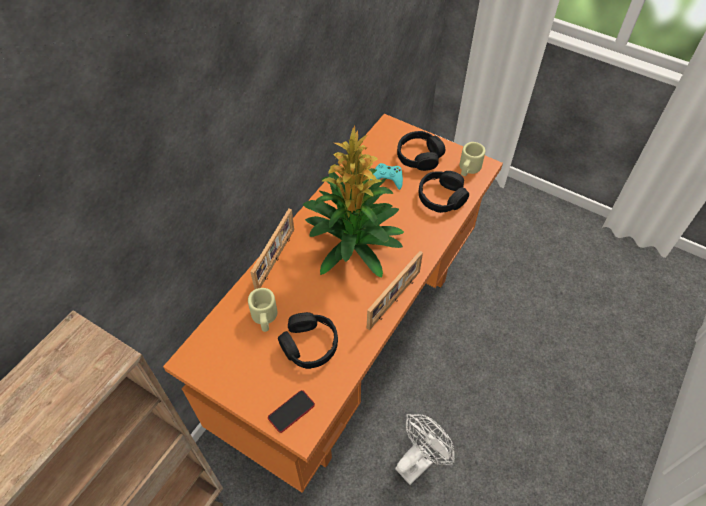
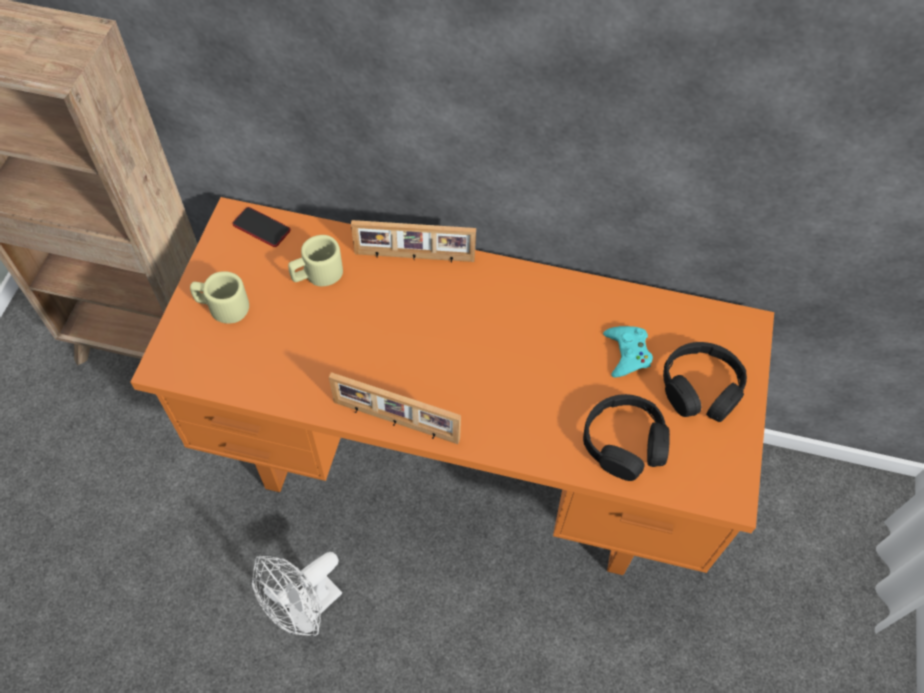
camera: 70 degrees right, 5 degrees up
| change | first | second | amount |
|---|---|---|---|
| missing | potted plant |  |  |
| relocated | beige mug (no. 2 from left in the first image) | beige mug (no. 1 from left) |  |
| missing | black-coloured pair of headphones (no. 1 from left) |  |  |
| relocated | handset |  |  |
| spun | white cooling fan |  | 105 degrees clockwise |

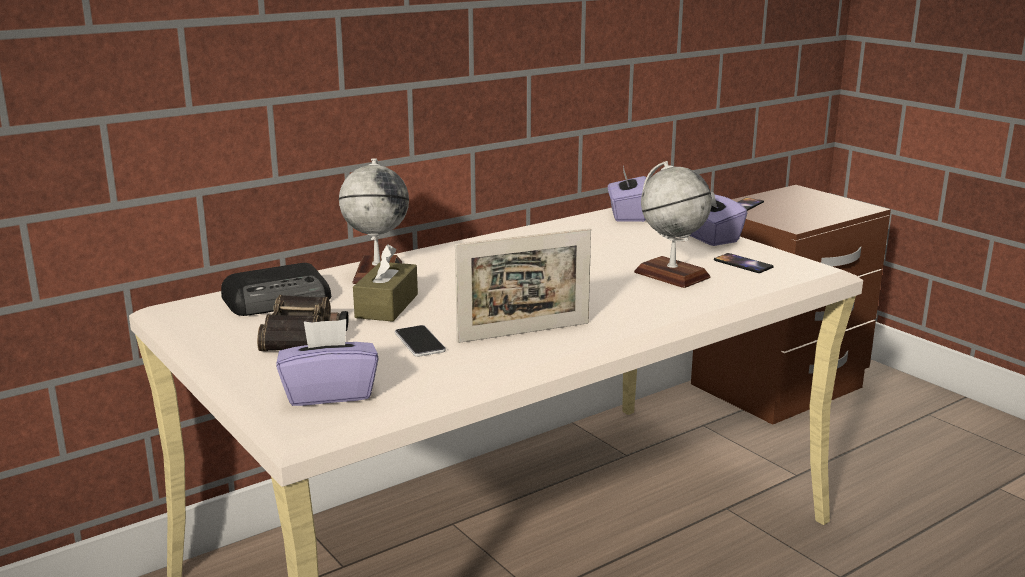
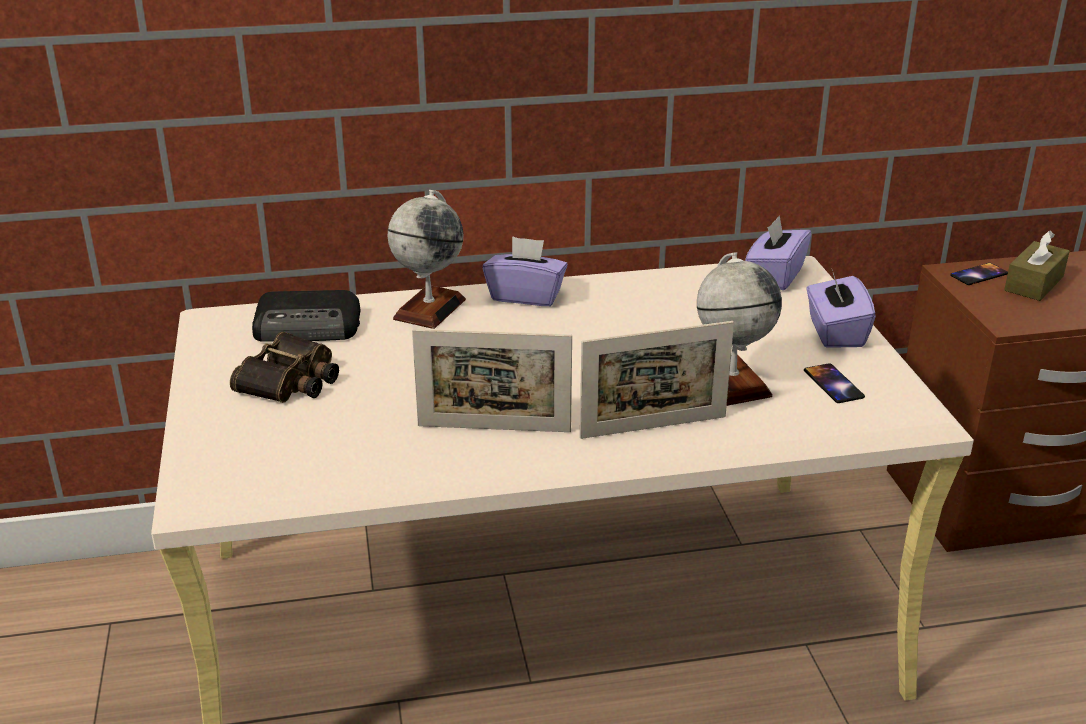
camera: 25 degrees right, 10 degrees up
| change | first | second | amount |
|---|---|---|---|
| relocated | brown tissue holder |  |  |
| relocated | purple-coloured tissue holder (no. 1 from left) |  |  |
| missing | handset (no. 1 from left) |  |  |
| appeared |  | photo frame (no. 2 from left) |  |

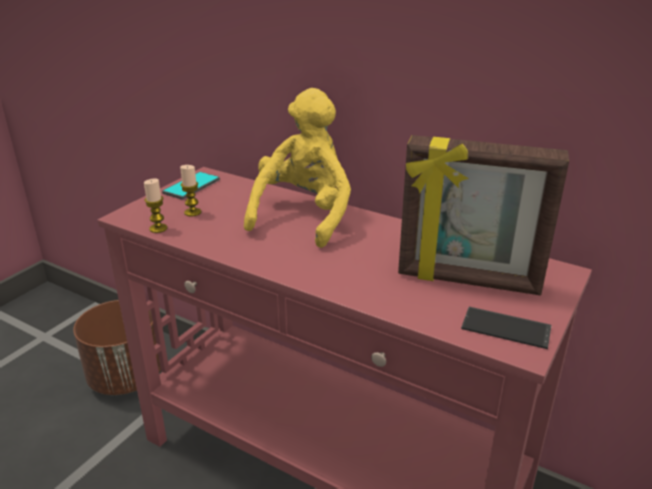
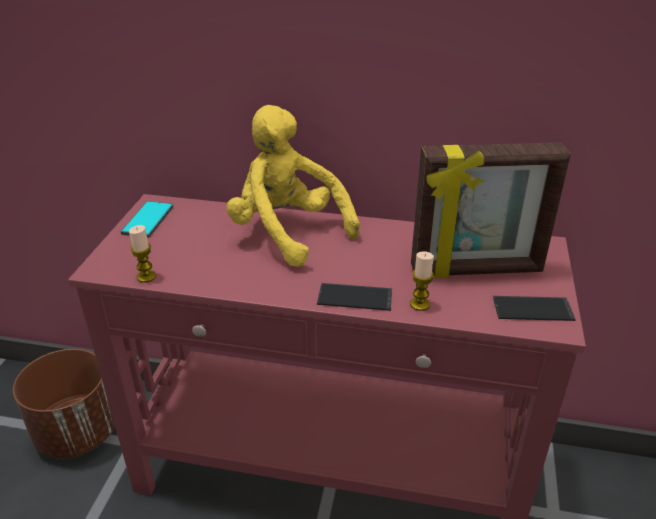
camera: 20 degrees left, 5 degrees up
| change | first | second | amount |
|---|---|---|---|
| spun | yellow-coloured soft toy |  | 45 degrees counterclockwise |
| relocated | wax light (no. 2 from left) |  |  |
| appeared |  | handset (no. 2 from left) |  |

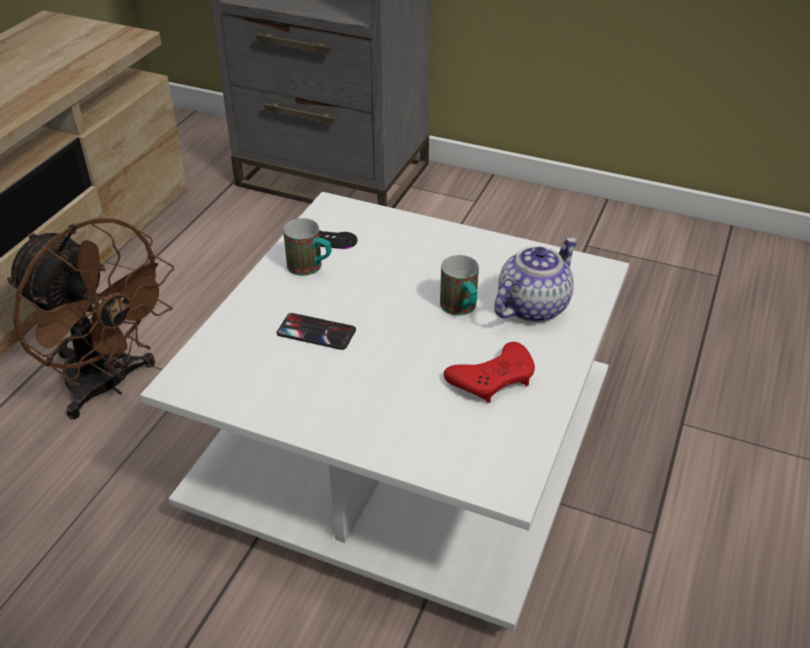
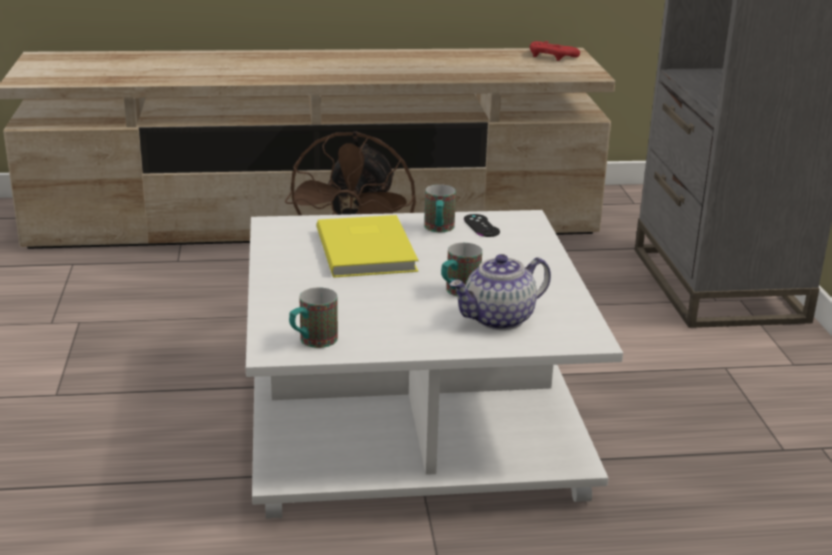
camera: 60 degrees right, 15 degrees down
| change | first | second | amount |
|---|---|---|---|
| spun | teapot |  | 135 degrees clockwise |
| exchanged | handset | yellow-coloured book |  |
| relocated | red gamepad |  |  |
| appeared |  | mug (no. 1 from left) |  |

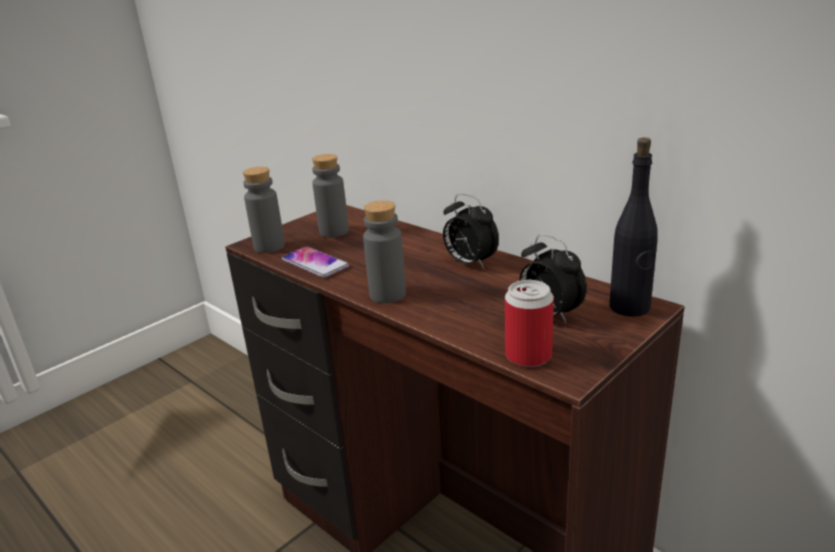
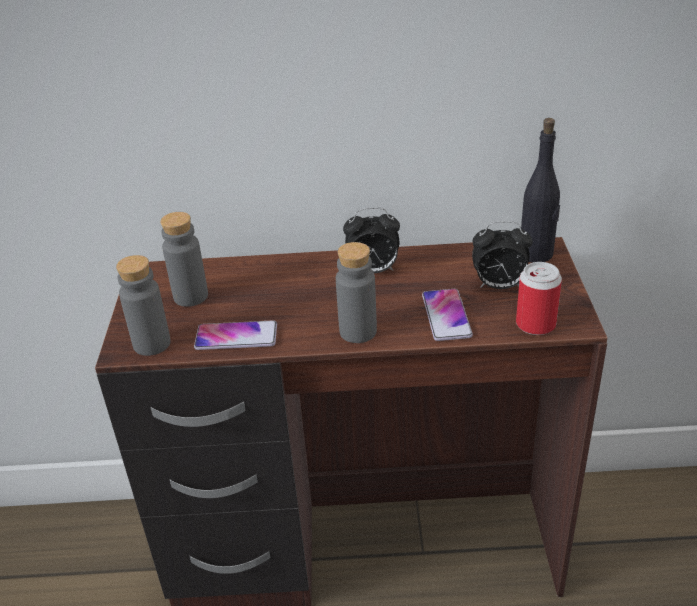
camera: 45 degrees left, 10 degrees up
| change | first | second | amount |
|---|---|---|---|
| appeared |  | handset (no. 2 from left) |  |

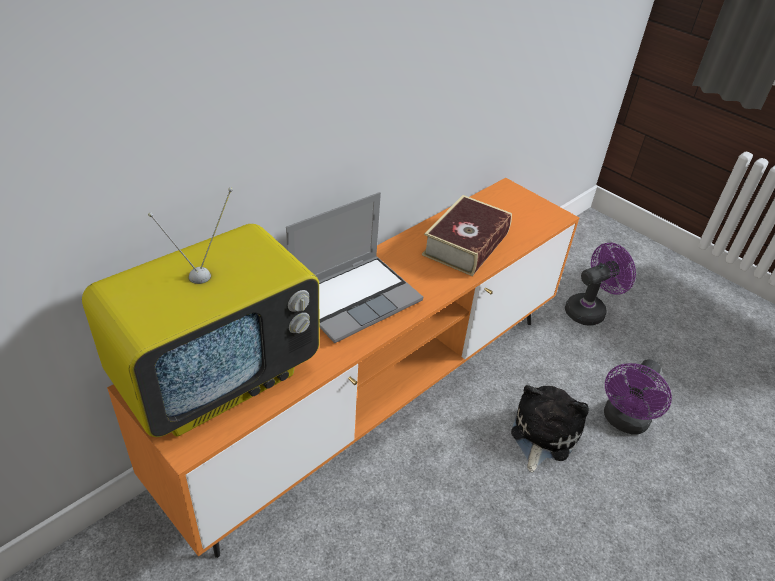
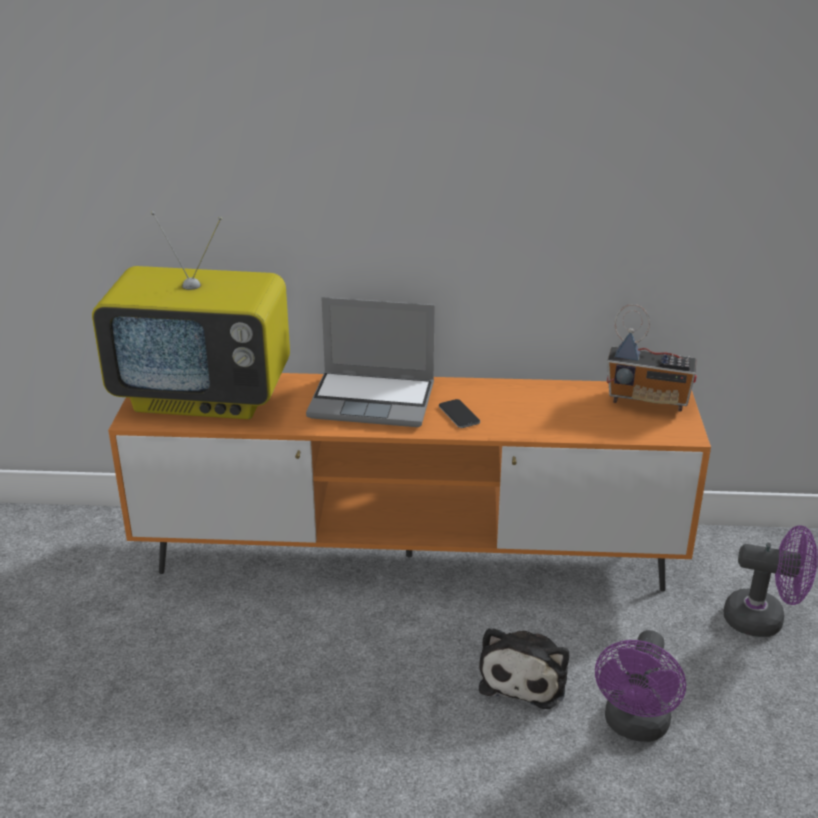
camera: 50 degrees right, 10 degrees down
| change | first | second | amount |
|---|---|---|---|
| missing | book |  |  |
| spun | purple-coloured cooling fan (no. 2 from left in the first image) | purple-coloured cooling fan (no. 1 from left) | 60 degrees counterclockwise |
| spun | soft toy |  | 120 degrees clockwise |
| appeared |  | radio |  |
| appeared |  | handset |  |

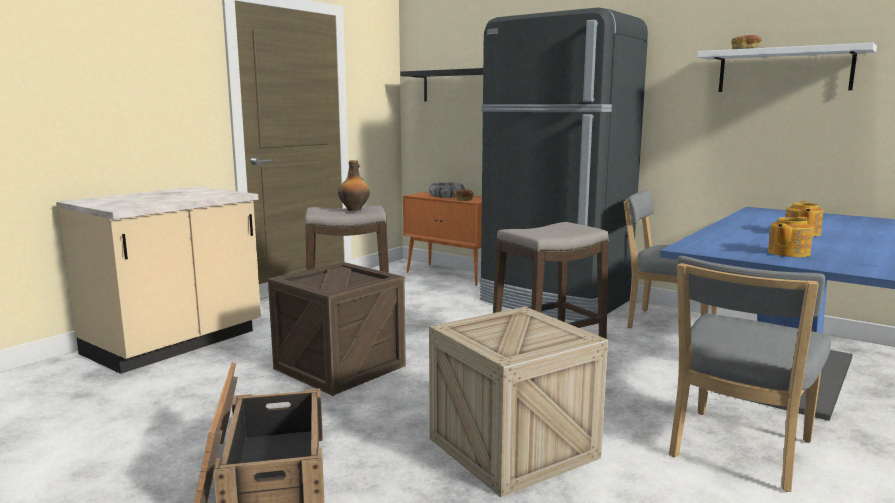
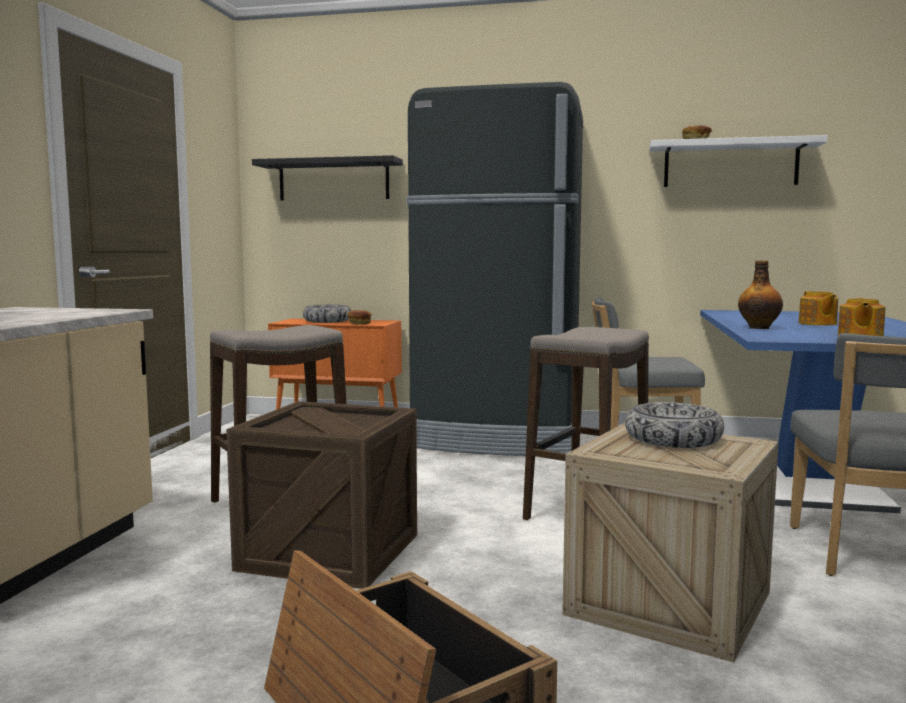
camera: 25 degrees left, 5 degrees down
| change | first | second | amount |
|---|---|---|---|
| relocated | drink bottle |  |  |
| appeared |  | bowl (no. 2 from left) |  |

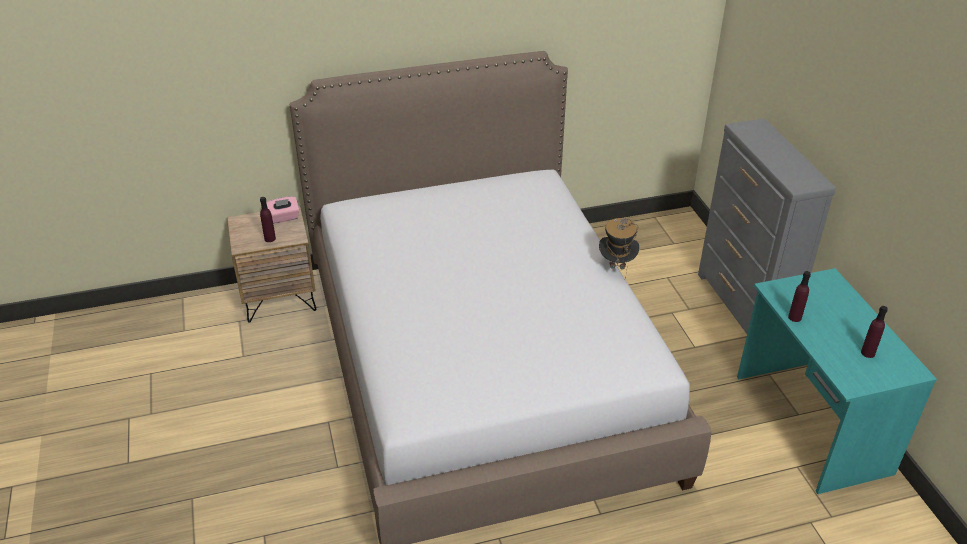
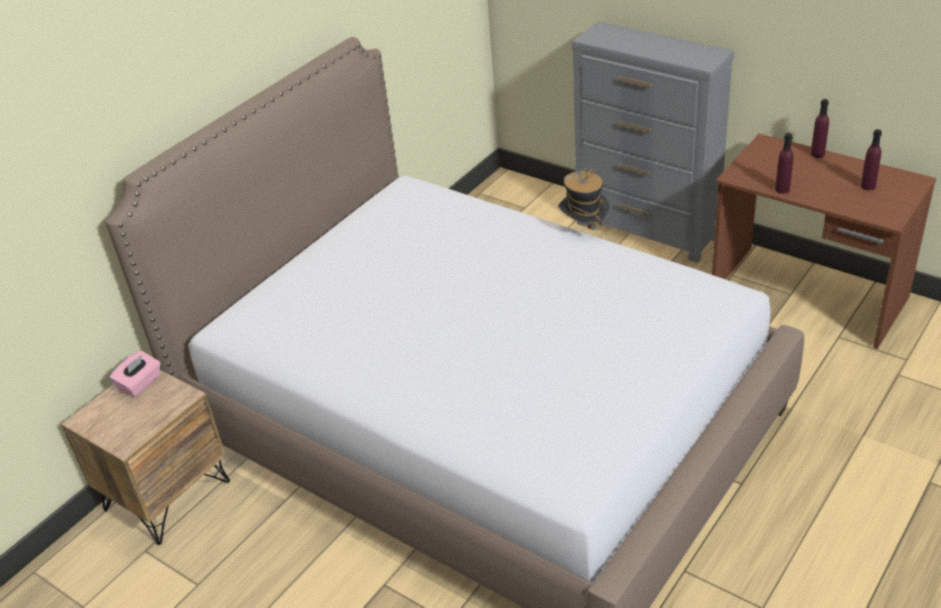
camera: 35 degrees left, 0 degrees up
| change | first | second | amount |
|---|---|---|---|
| relocated | purple-coloured drink bottle (no. 1 from left in the first image) | purple-coloured drink bottle (no. 2 from left) |  |
| colour | turquoise desk unit | brown desk unit |  |

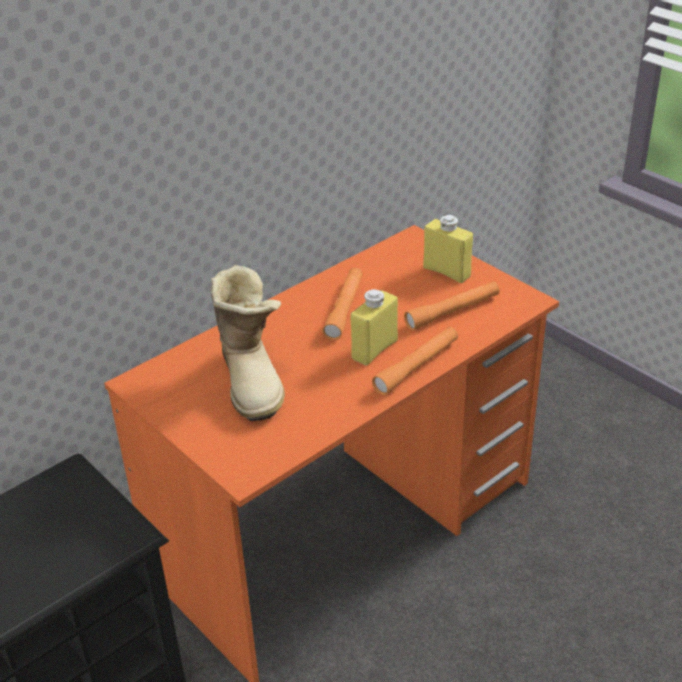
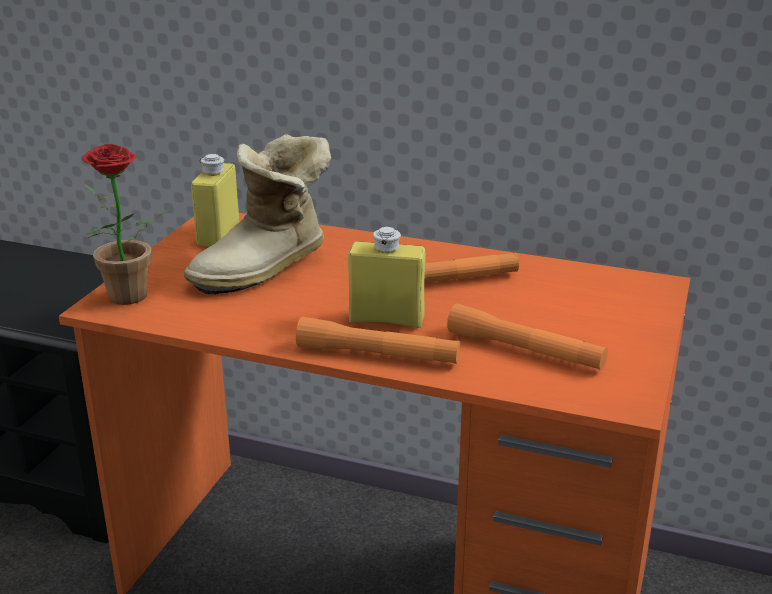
camera: 60 degrees right, 10 degrees down
| change | first | second | amount |
|---|---|---|---|
| relocated | yellow-coloured drink bottle (no. 2 from left in the first image) | yellow-coloured drink bottle (no. 1 from left) |  |
| appeared |  | potted plant |  |

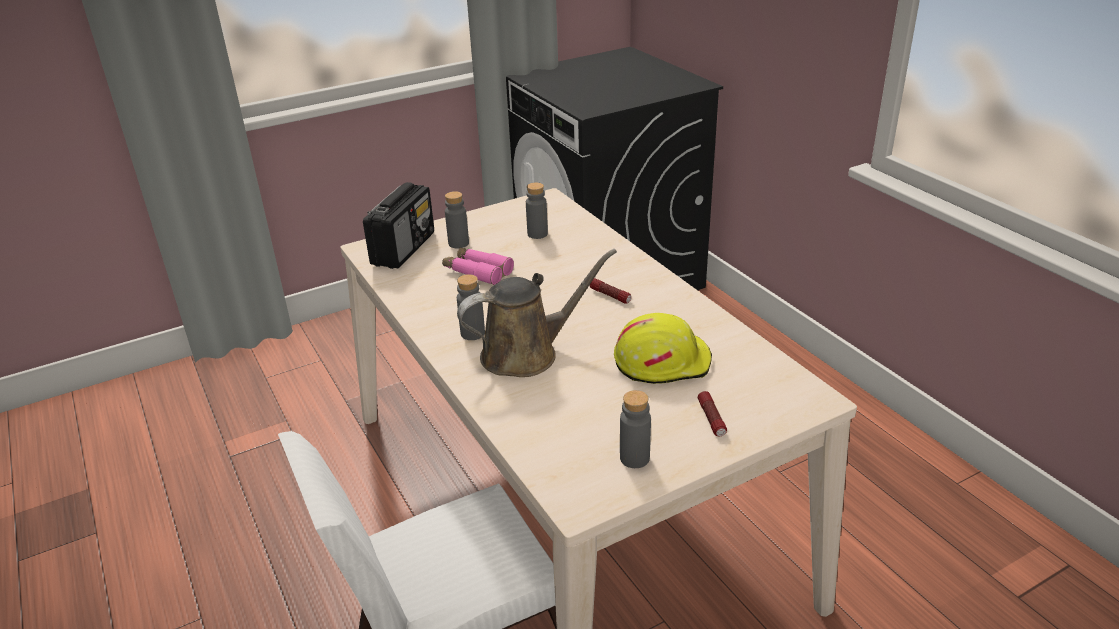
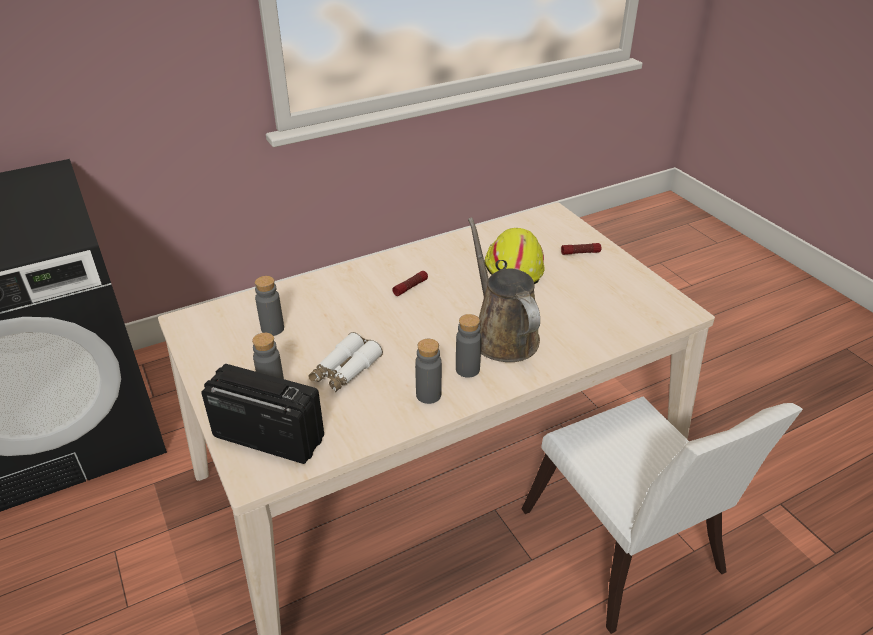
camera: 90 degrees left, 5 degrees up
| change | first | second | amount |
|---|---|---|---|
| colour | pinkish pair of binoculars | white pair of binoculars |  |
| relocated | grey drink bottle (no. 4 from left in the first image) | grey drink bottle (no. 3 from left) |  |

